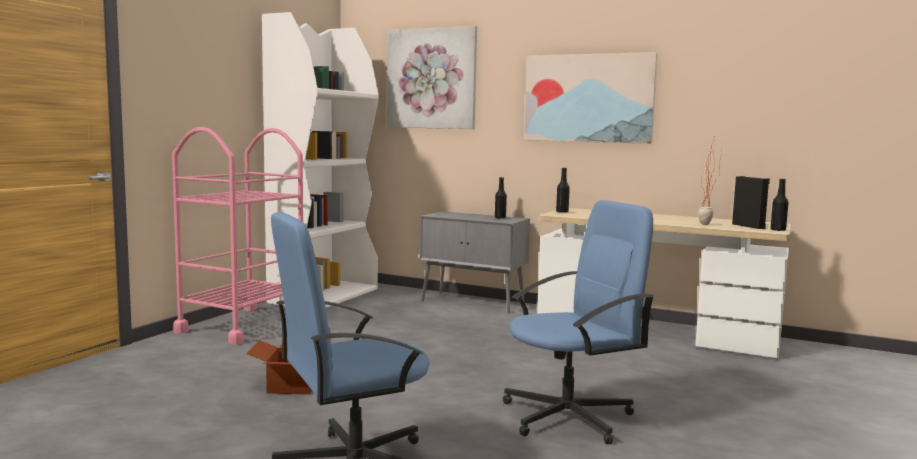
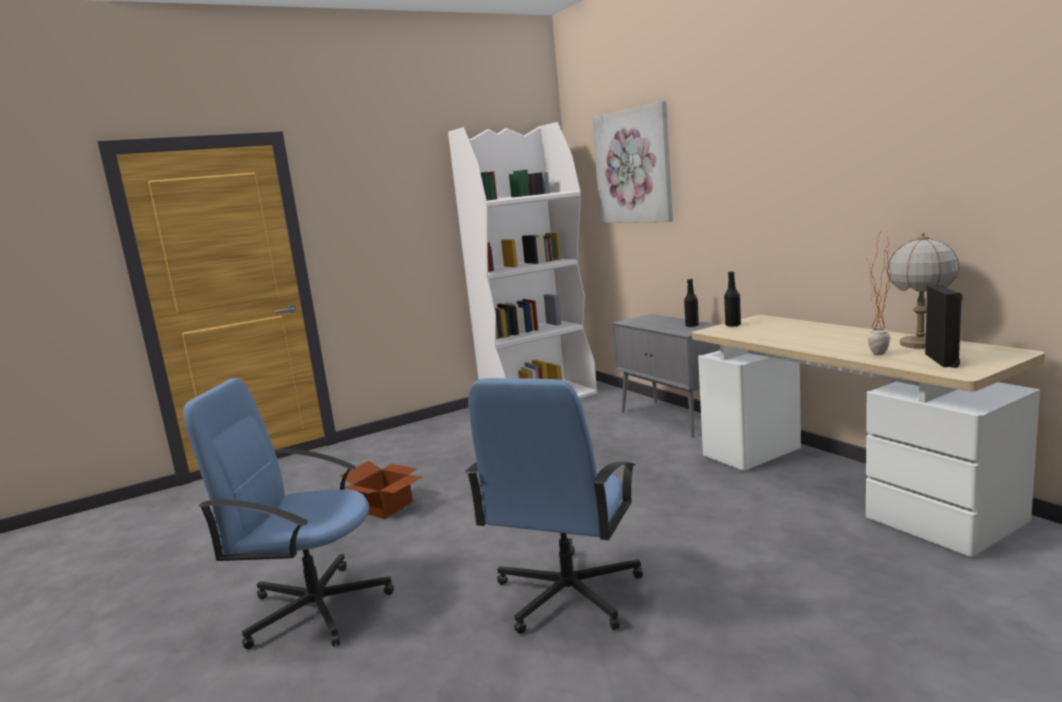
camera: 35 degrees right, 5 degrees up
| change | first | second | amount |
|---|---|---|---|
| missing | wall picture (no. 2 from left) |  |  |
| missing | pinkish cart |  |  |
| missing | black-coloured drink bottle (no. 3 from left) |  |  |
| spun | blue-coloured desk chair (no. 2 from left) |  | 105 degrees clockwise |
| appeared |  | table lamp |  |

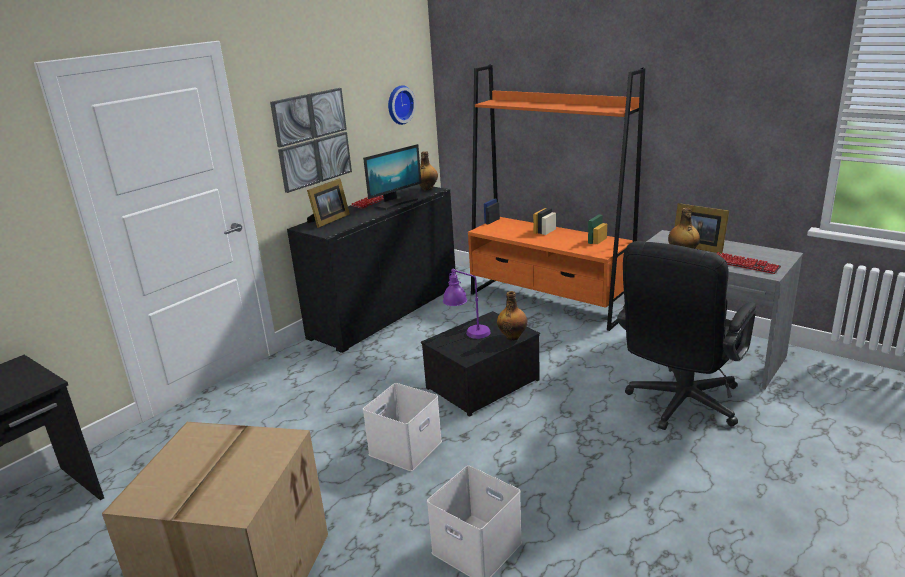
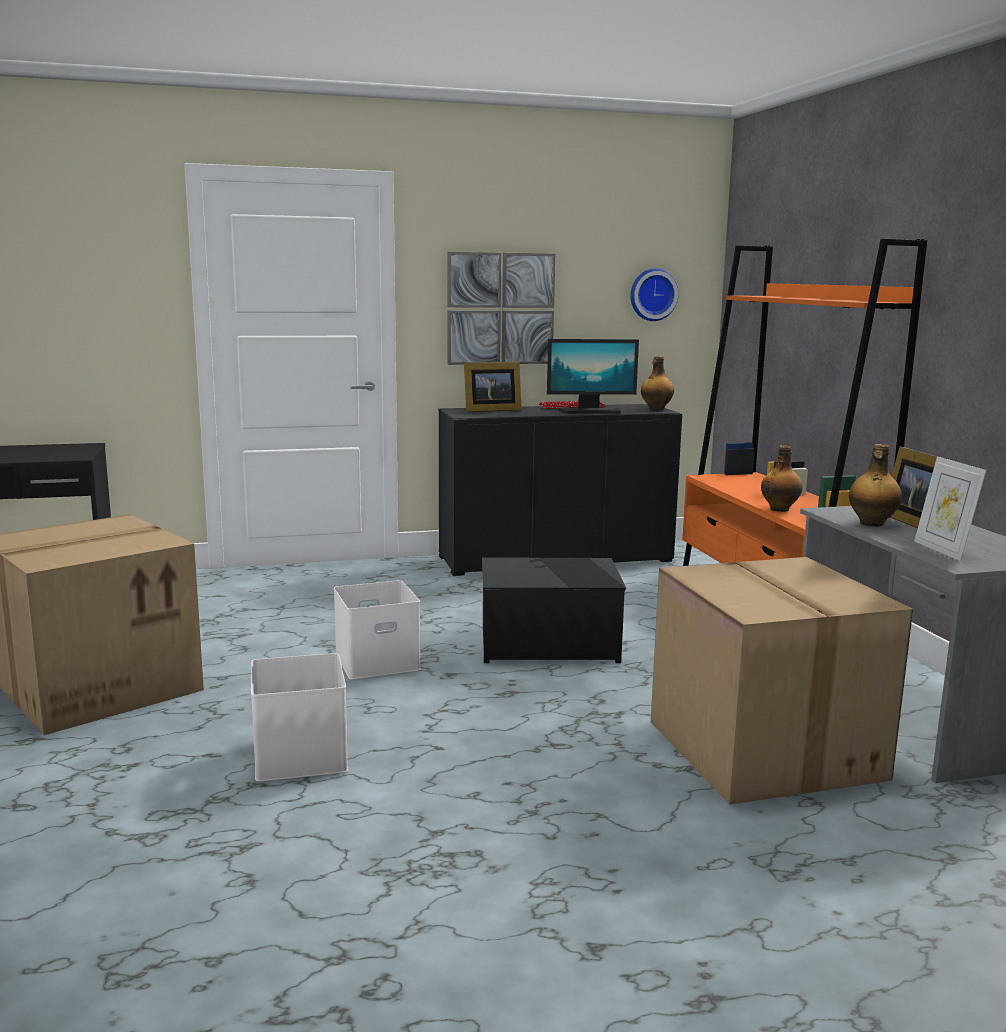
camera: 35 degrees right, 10 degrees down
| change | first | second | amount |
|---|---|---|---|
| exchanged | black-coloured desk chair | cardboard box (no. 2 from left) |  |
| exchanged | computer keyboard (no. 2 from left) | photo frame (no. 3 from left) |  |
| missing | purple-coloured table lamp |  |  |
| relocated | drink bottle (no. 2 from left) |  |  |

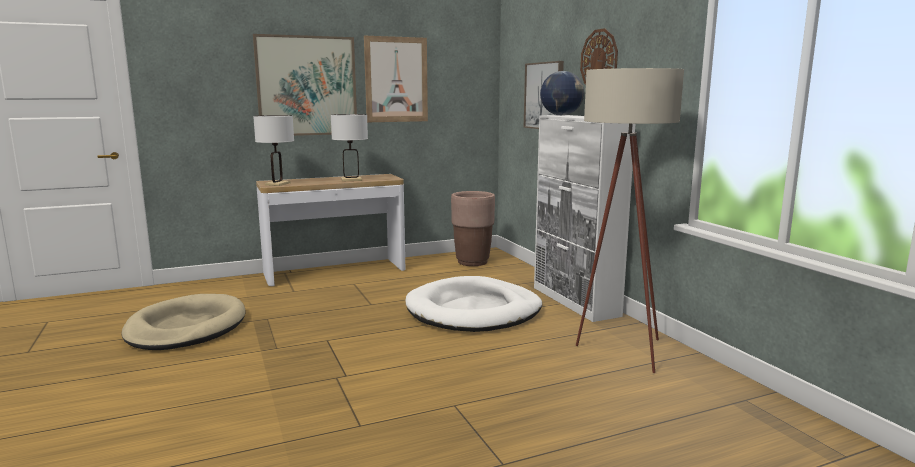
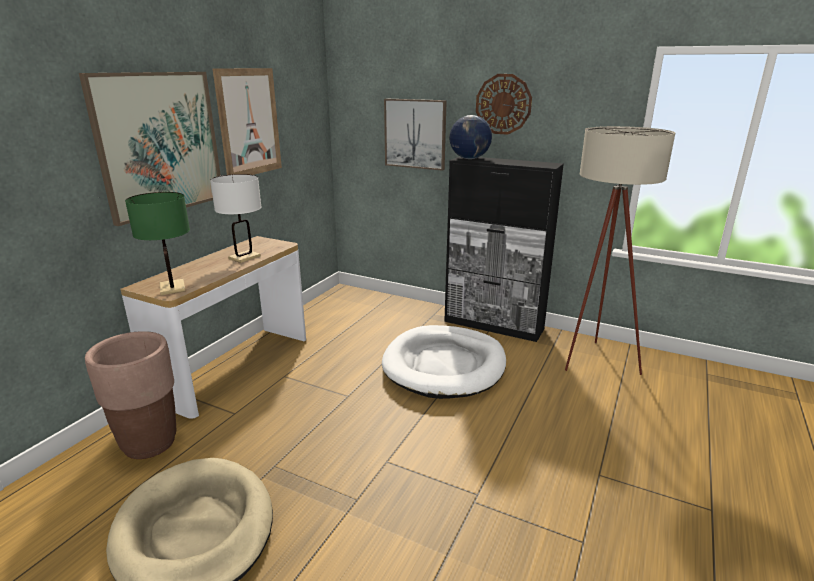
camera: 40 degrees left, 10 degrees up
| change | first | second | amount |
|---|---|---|---|
| colour | white table lamp (no. 1 from left) | greenish table lamp |  |
| colour | white cabinet | black-coloured cabinet |  |
| relocated | brown planter |  |  |

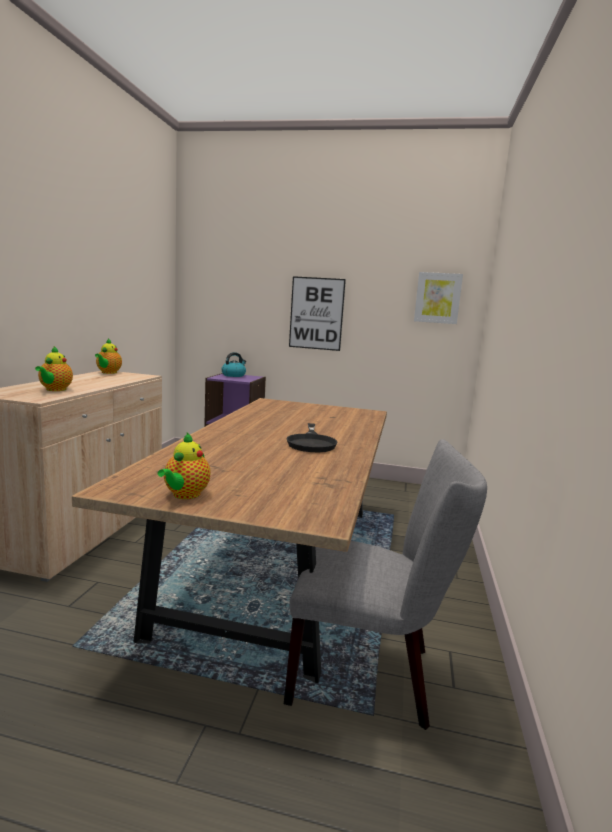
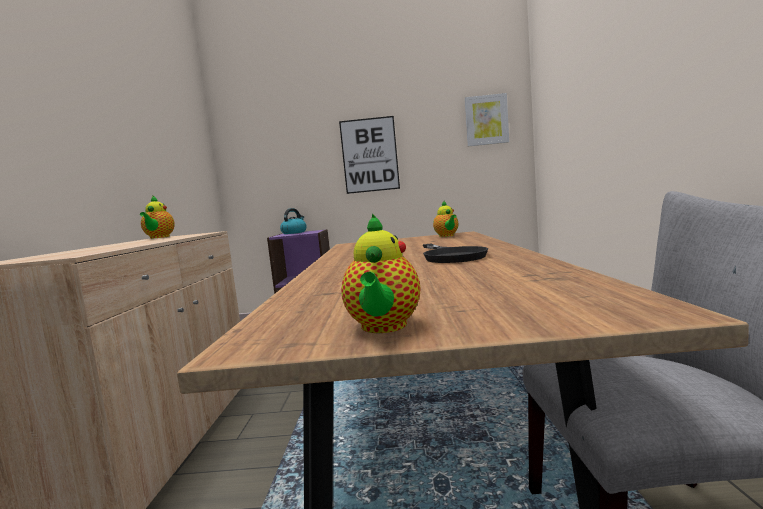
camera: 10 degrees left, 5 degrees down
| change | first | second | amount |
|---|---|---|---|
| relocated | teapot (no. 1 from left in the first image) | teapot (no. 3 from left) |  |

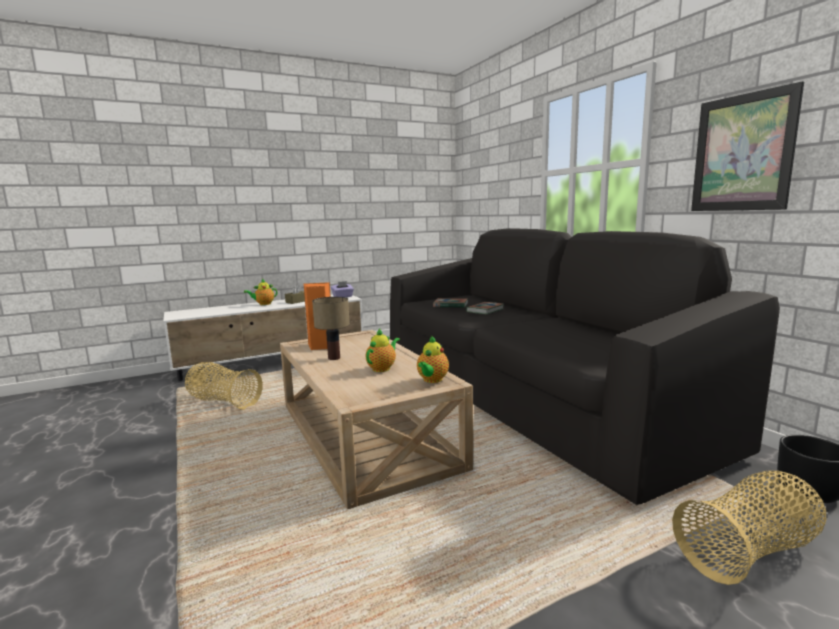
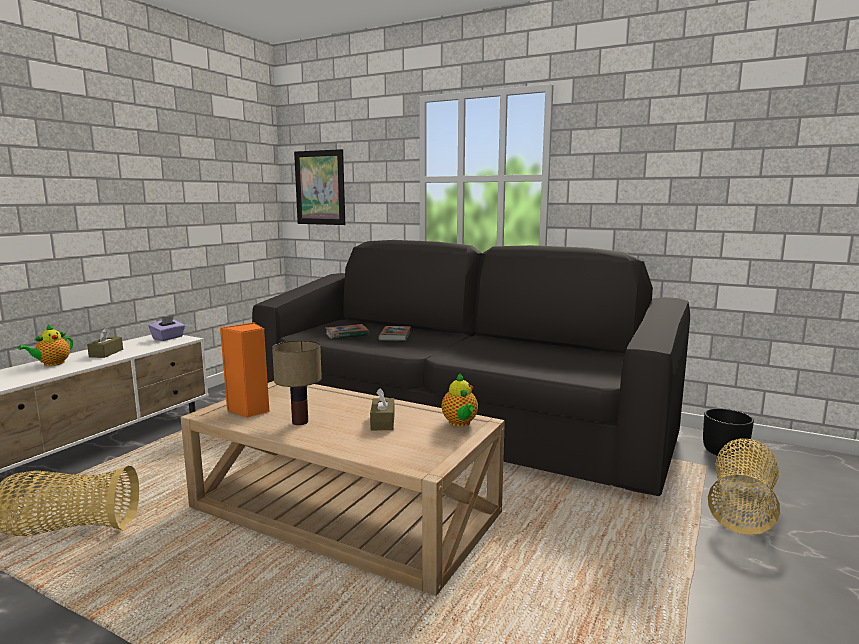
camera: 35 degrees left, 0 degrees up
| change | first | second | amount |
|---|---|---|---|
| relocated | wall picture |  |  |
| exchanged | teapot (no. 2 from left) | brown tissue holder (no. 2 from left) |  |

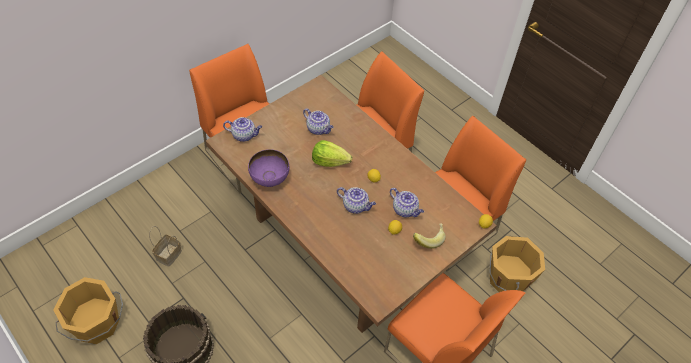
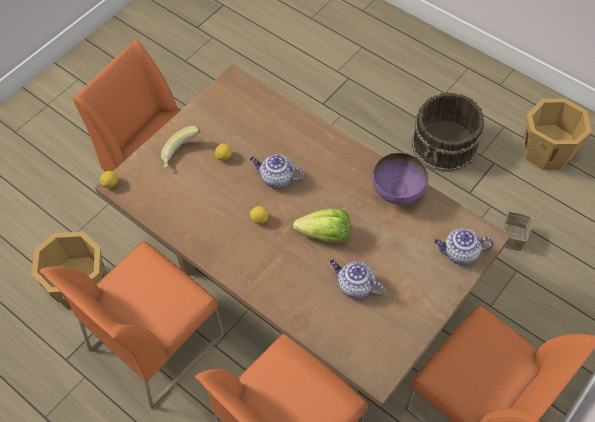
camera: 175 degrees right, 5 degrees up
| change | first | second | amount |
|---|---|---|---|
| missing | teapot (no. 4 from left) |  |  |

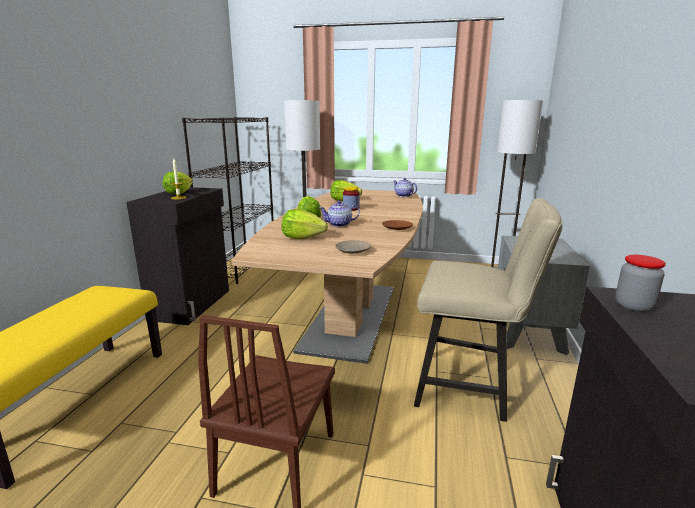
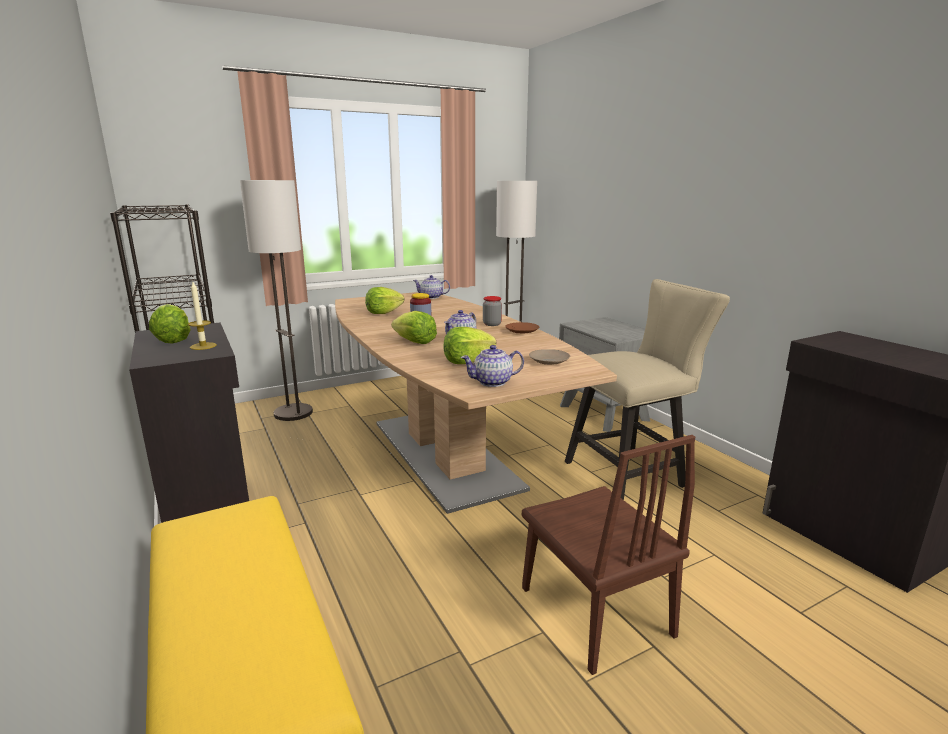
camera: 40 degrees left, 0 degrees up
| change | first | second | amount |
|---|---|---|---|
| relocated | storage jar (no. 2 from left) |  |  |
| appeared |  | teapot (no. 3 from left) |  |

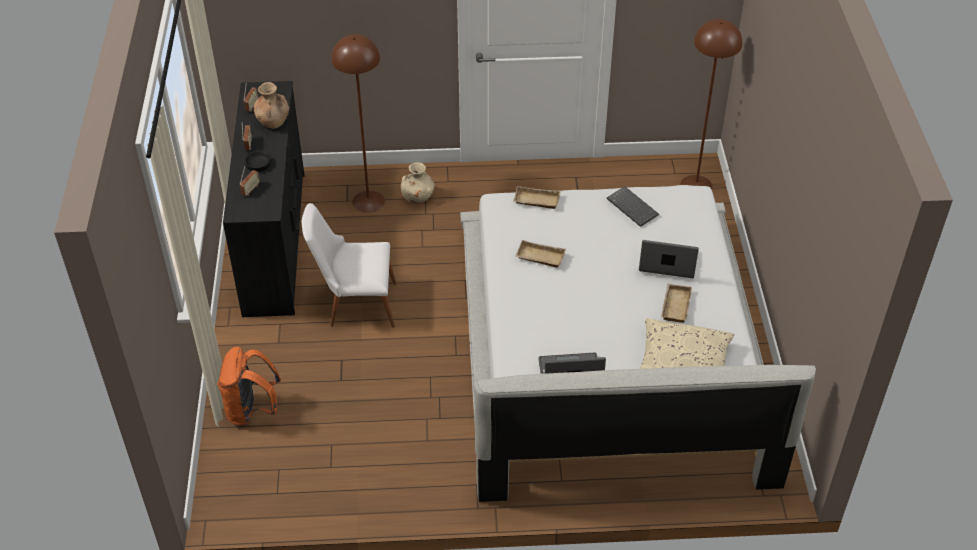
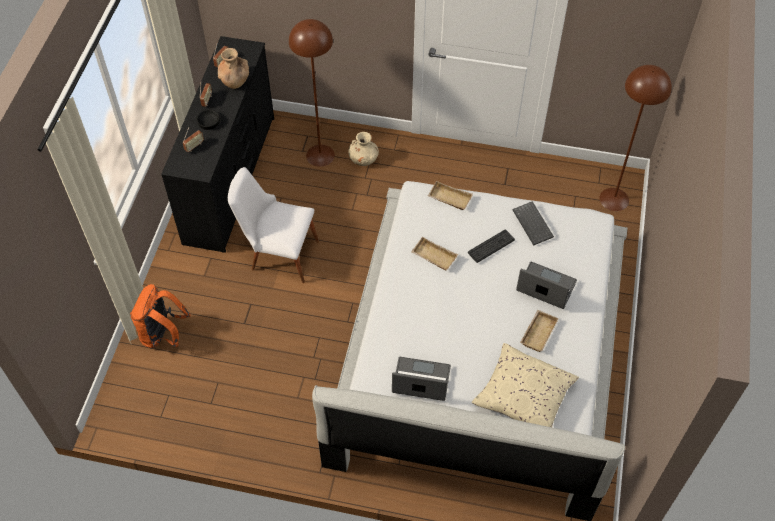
camera: 15 degrees right, 10 degrees up
| change | first | second | amount |
|---|---|---|---|
| appeared |  | computer keyboard (no. 1 from left) |  |

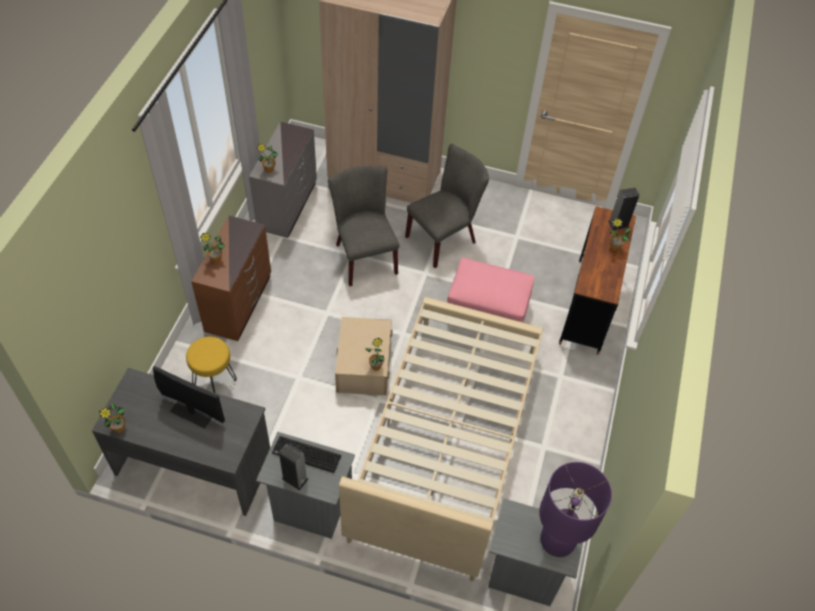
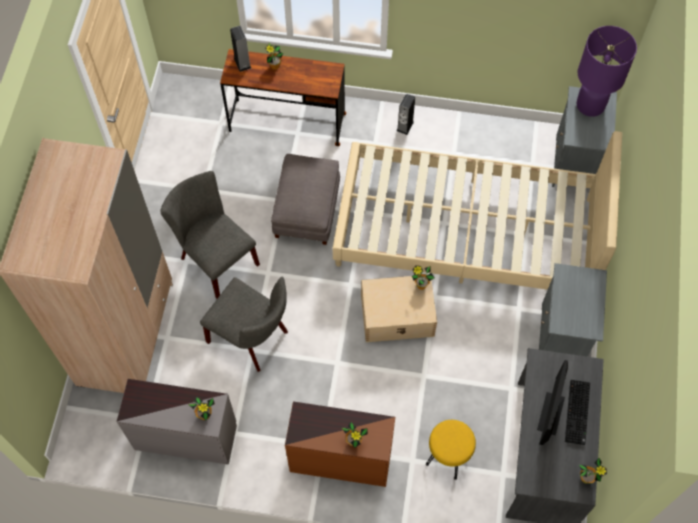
camera: 95 degrees left, 10 degrees up
| change | first | second | amount |
|---|---|---|---|
| spun | grey plain chair (no. 1 from left in the first image) | grey plain chair (no. 2 from left) | 120 degrees counterclockwise |
| colour | pinkish ottoman | grey ottoman |  |
| relocated | computer keyboard |  |  |
| relocated | loudspeaker (no. 1 from left in the first image) | loudspeaker (no. 2 from left) |  |

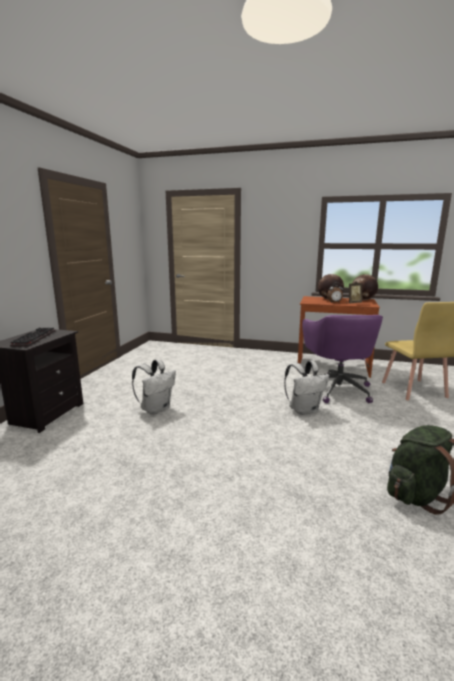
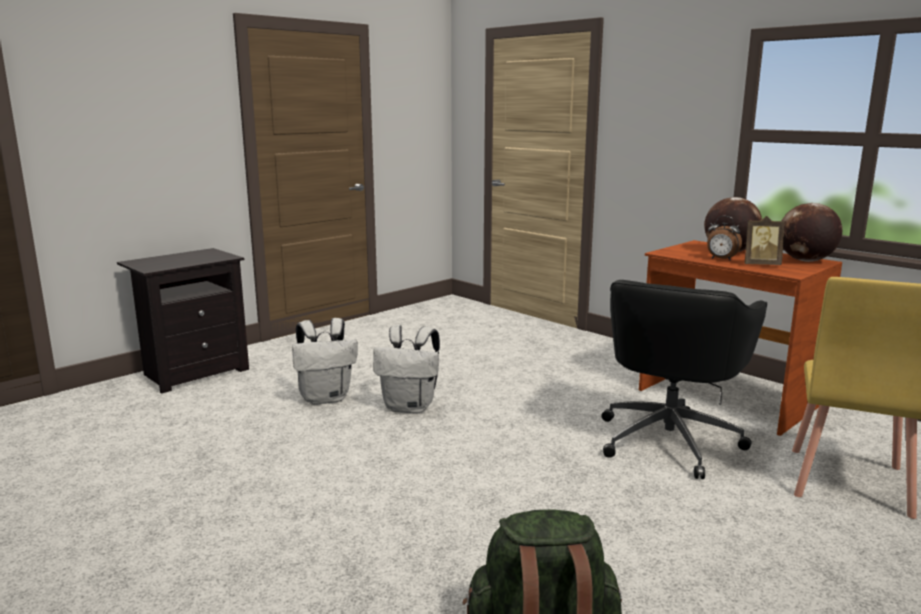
camera: 30 degrees right, 0 degrees up
| change | first | second | amount |
|---|---|---|---|
| colour | purple-coloured desk chair | black-coloured desk chair |  |
| missing | computer keyboard |  |  |
| relocated | white rucksack (no. 2 from left) |  |  |

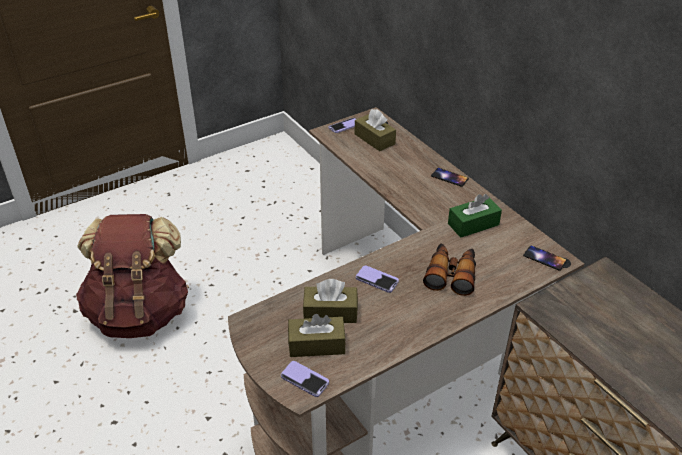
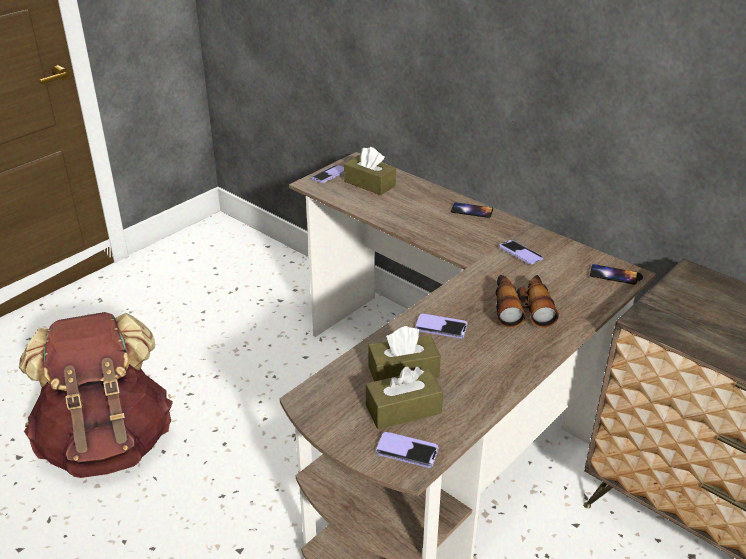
camera: 15 degrees left, 5 degrees down
| change | first | second | amount |
|---|---|---|---|
| exchanged | greenish tissue holder | handset (no. 5 from left) |  |

